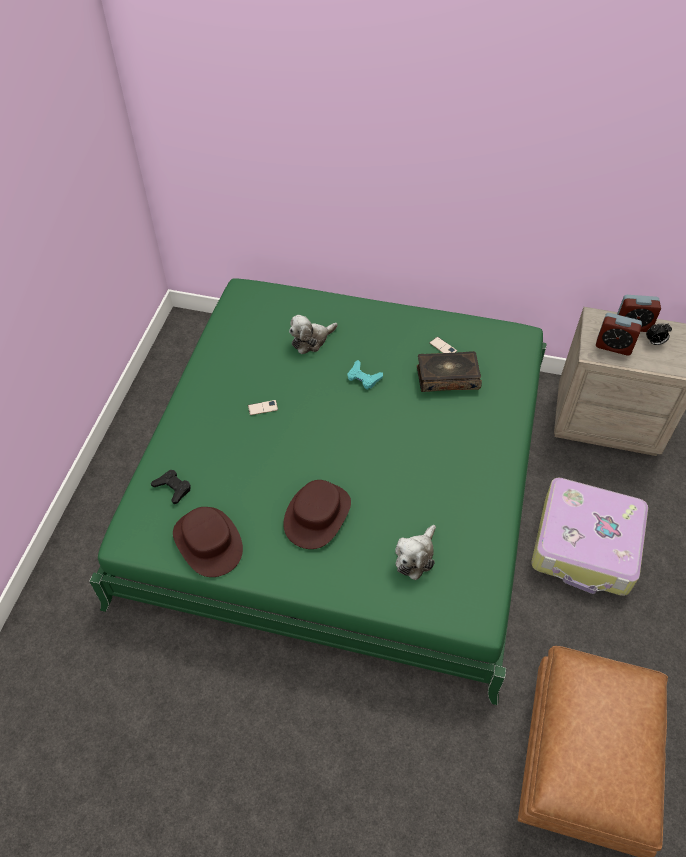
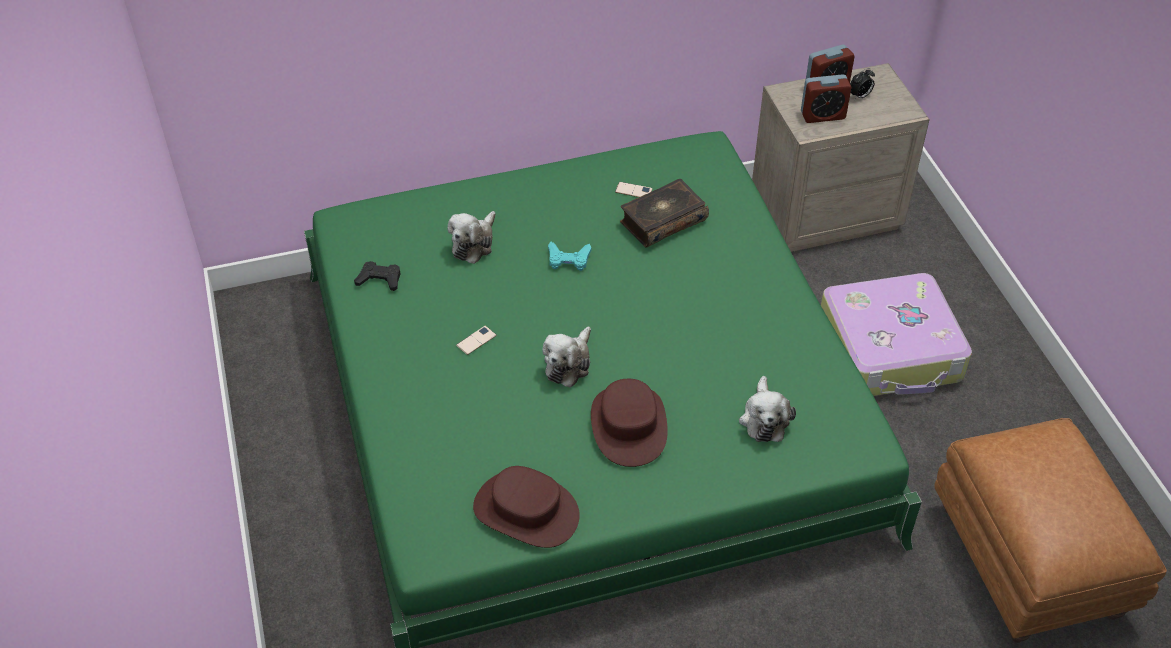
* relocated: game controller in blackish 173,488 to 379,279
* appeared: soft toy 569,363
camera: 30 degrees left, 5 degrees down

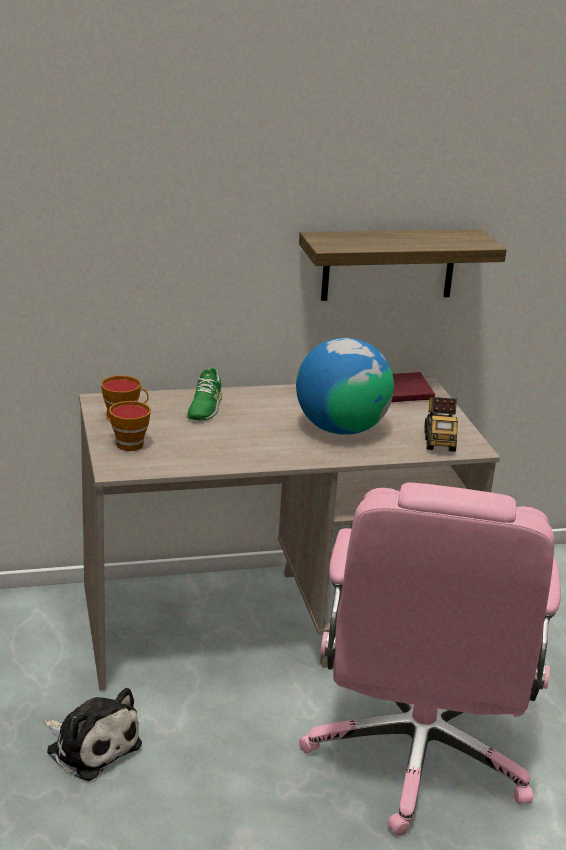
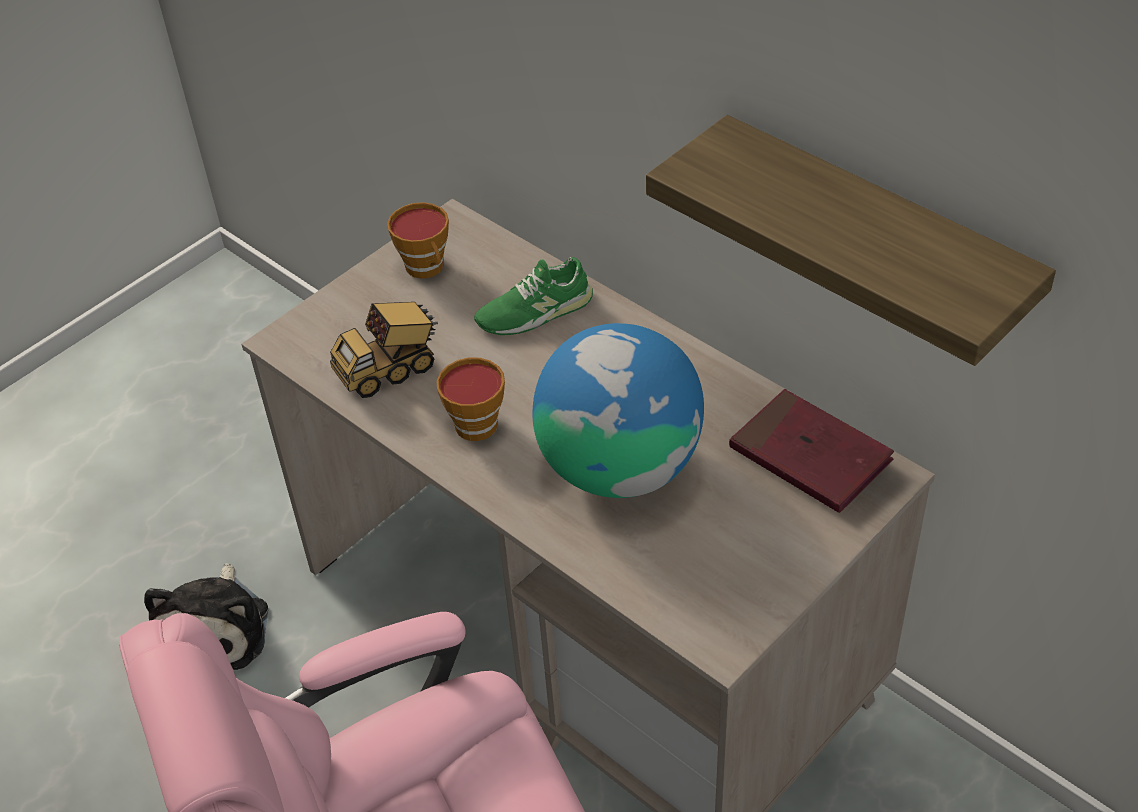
* relocated: toy truck 439,440 to 390,370
* relocated: drinking cup 126,444 to 475,421
camera: 60 degrees right, 20 degrees up

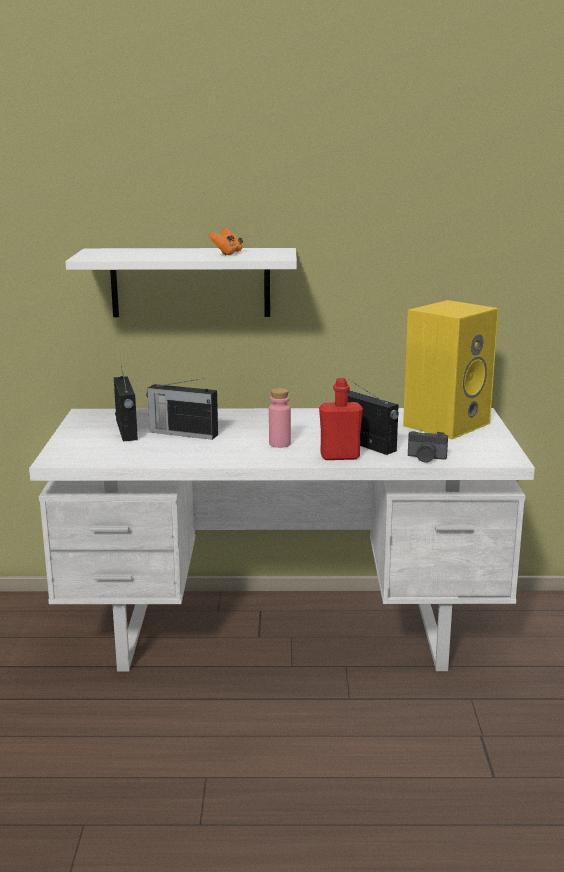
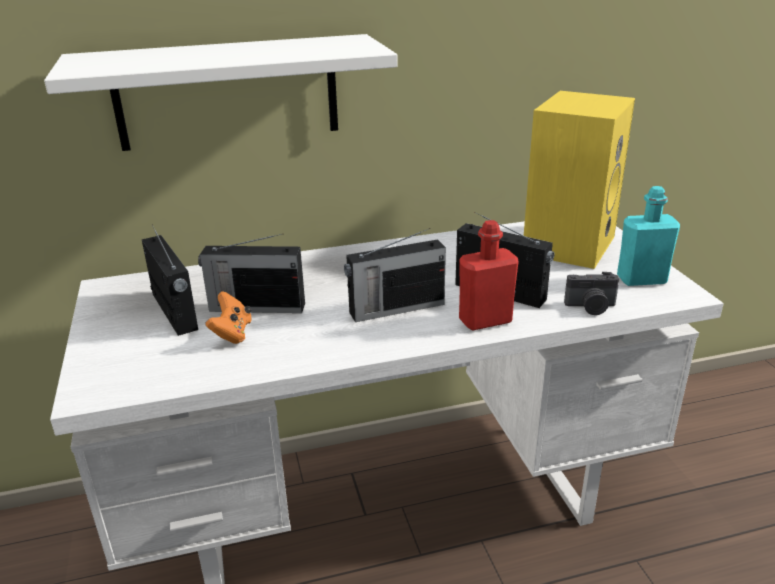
* relocated: game controller in orange 227,253 to 232,333
* exchanged: drink bottle in pink 279,444 to radio set 395,308
* appeared: drink bottle in blue-green 641,279
camera: 15 degrees left, 10 degrees up

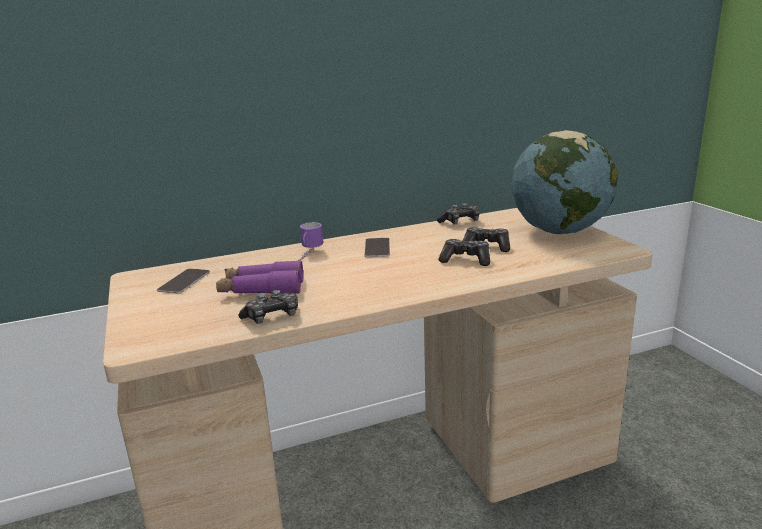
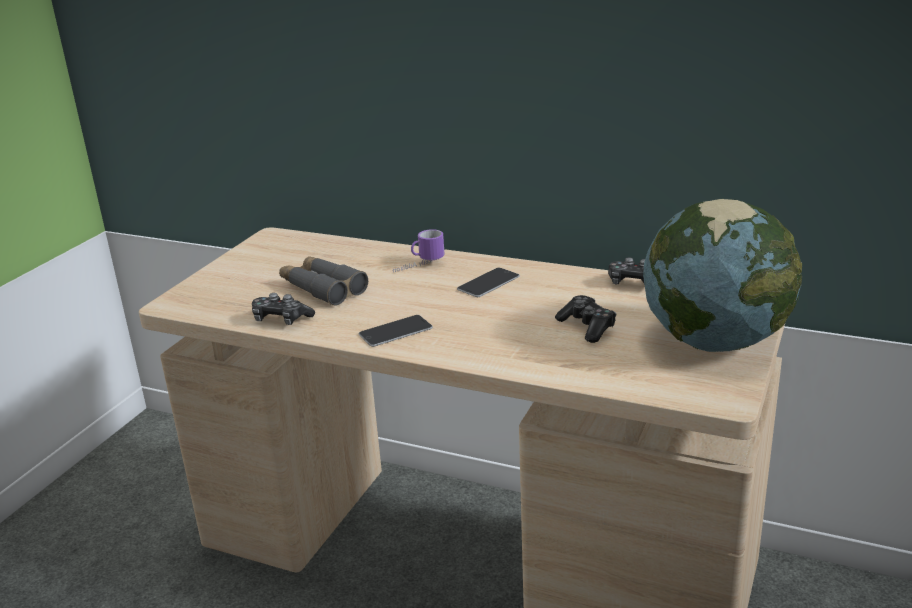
* colour: binoculars in purple-coloured 262,289 to binoculars in gray 323,288
* relocated: telephone 184,281 to 395,331
* missing: game controller 466,260
camera: 45 degrees right, 5 degrees up

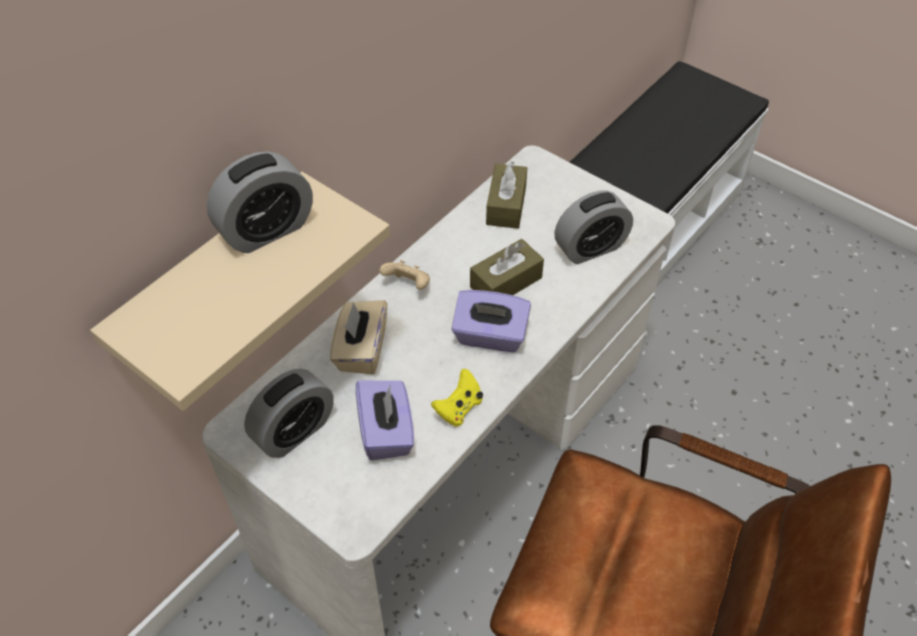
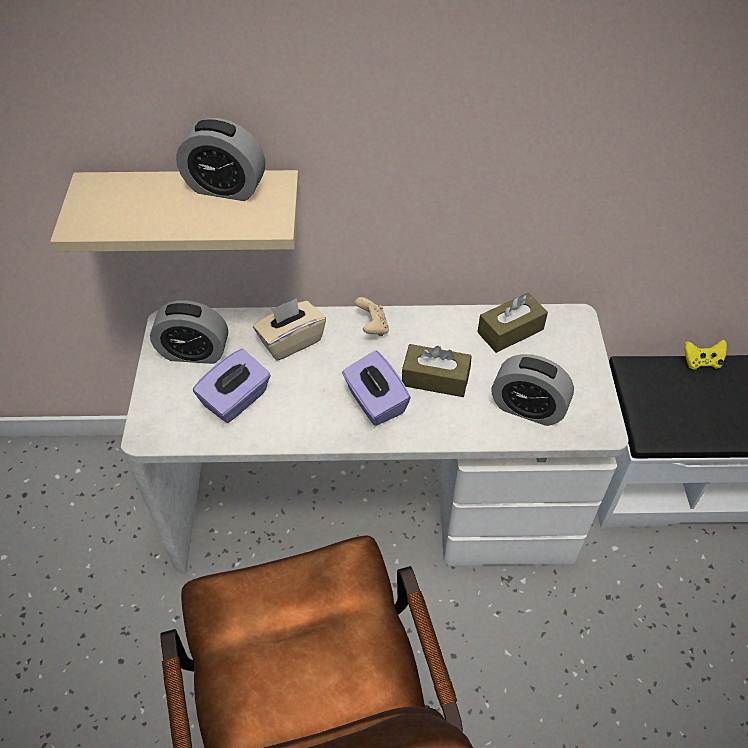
* relocated: game controller in yellowish 459,408 to 701,362
camera: 50 degrees right, 0 degrees up

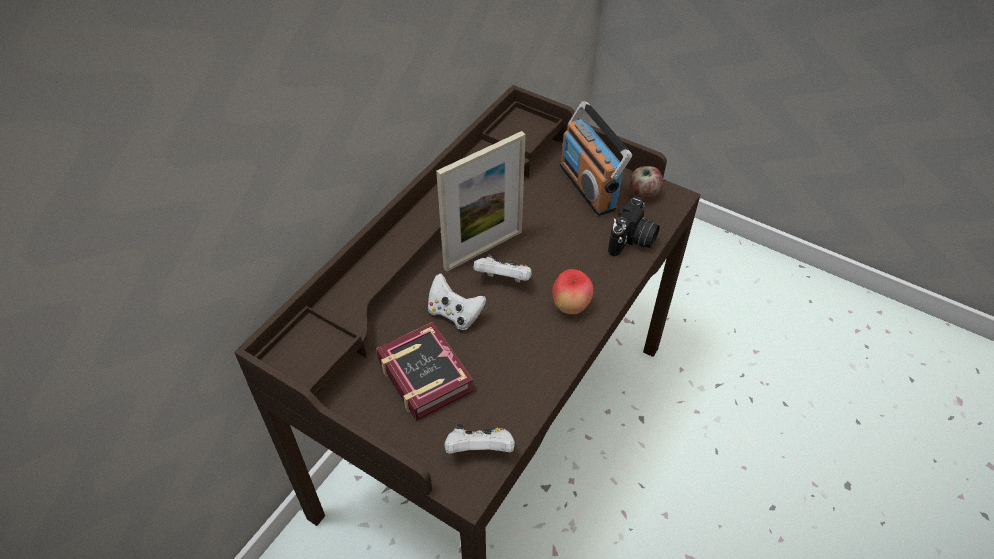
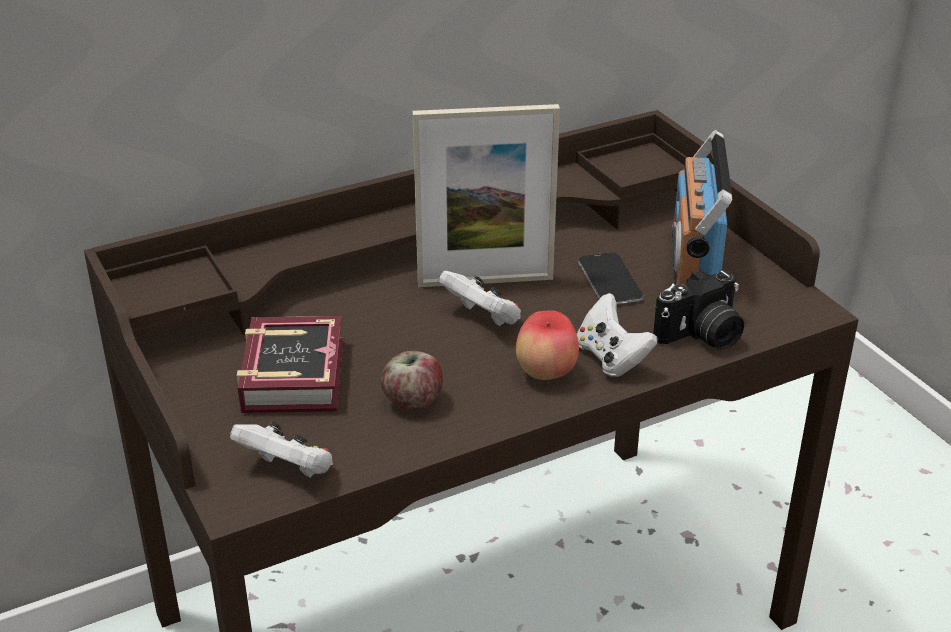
* relocated: apple fruit 643,193 to 413,401
* relocated: game controller in white-coloured 454,313 to 611,358
* appeared: telephone 609,281
camera: 30 degrees right, 15 degrees down

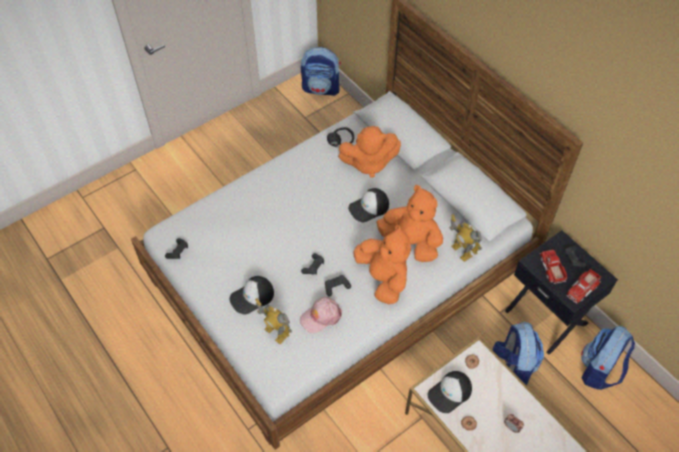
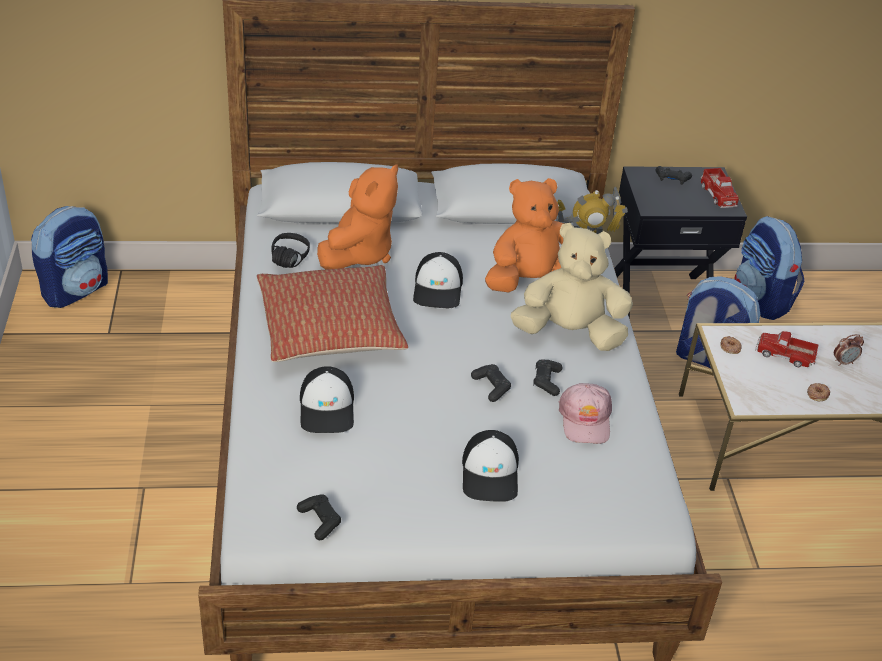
* appeared: pillow 330,329
* relocated: cap 450,393 to 327,408
* colour: soft toy in orange 383,278 to soft toy in sand-coloured 570,333
* relocated: toy truck 552,268 to 784,355
* missing: robot figure 275,333
camera: 60 degrees left, 15 degrees down

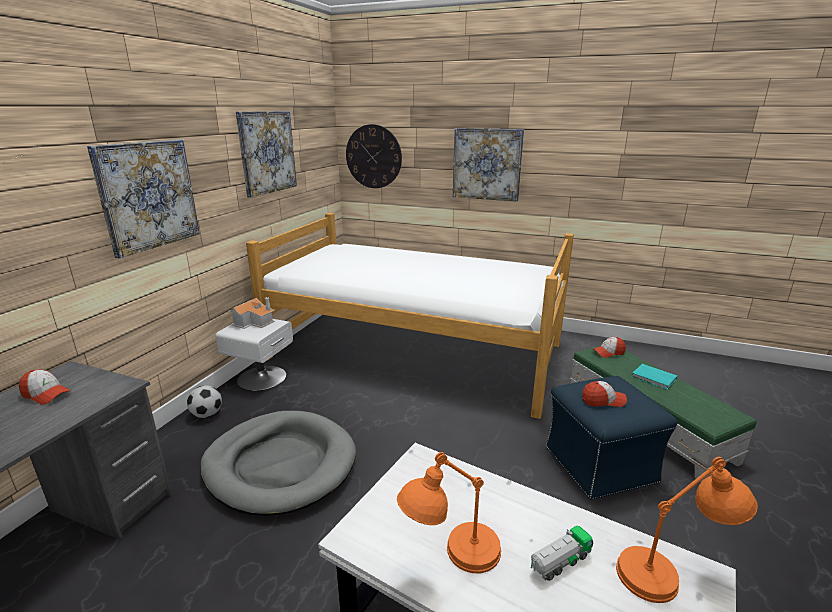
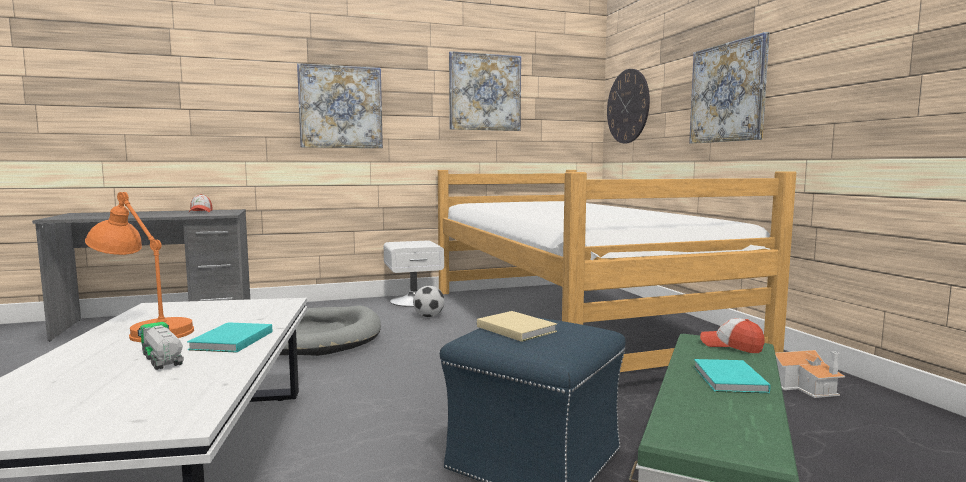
* spun: toy truck 559,562 = 162,359 150 degrees counterclockwise
* appeared: volume in blue-green 230,341
* relocated: football 207,414 to 429,316
* exchanged: cap 603,400 to volume in sand-coloured 515,328
* relocated: miniature house 254,322 to 803,386
* missing: table lamp in orange 671,572
camera: 50 degrees right, 15 degrees down

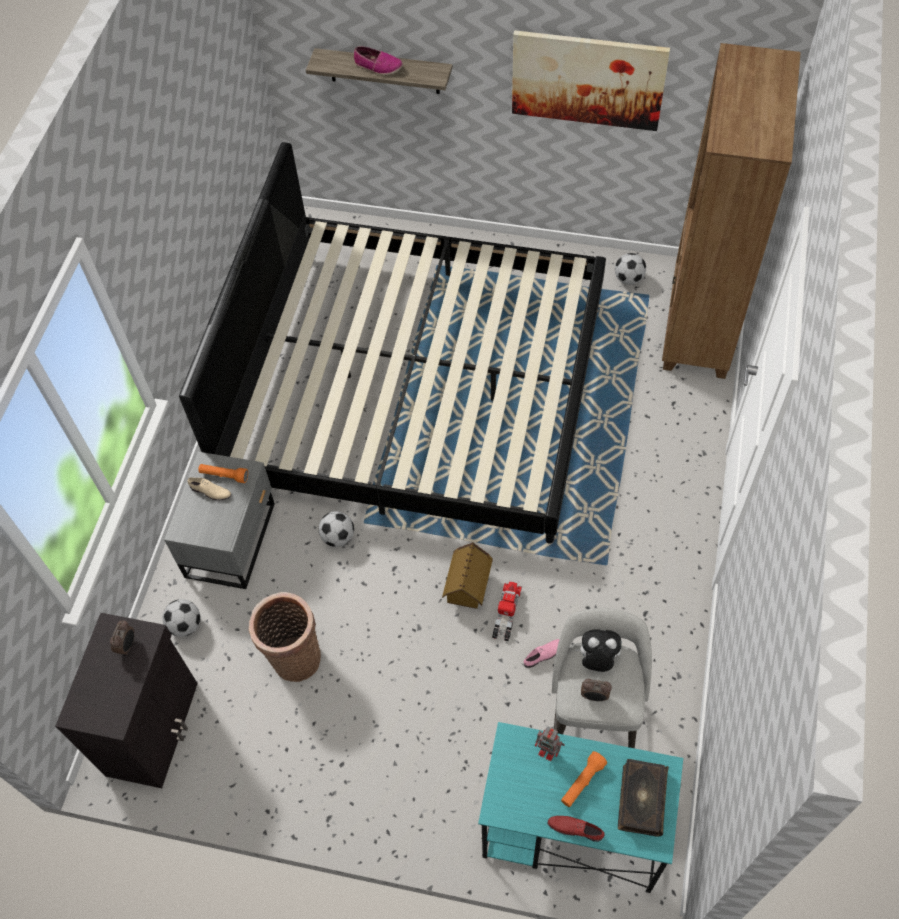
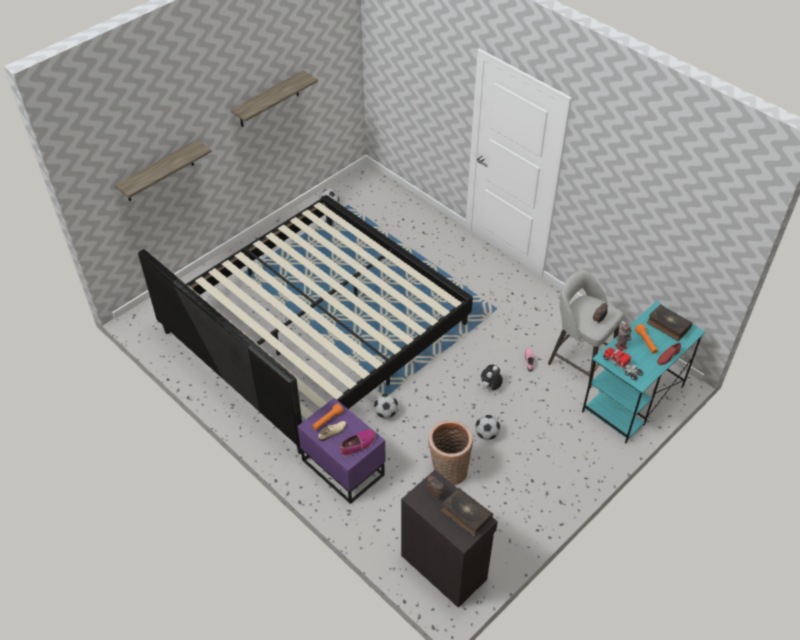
* exchanged: wall picture 588,80 to shelf 269,99
* colour: bedside table in gray 233,539 to bedside table in purple-coloured 343,466
* relocated: low shoe 378,66 to 358,445
* appeared: volume 466,515
* relocated: football 185,625 to 486,434
* relocated: soft toy 597,660 to 490,387
* relocated: toy truck 506,613 to 622,366
* missing: miniature house 467,587
* missing: bookcase in brown 698,325
camera: 60 degrees left, 10 degrees down

